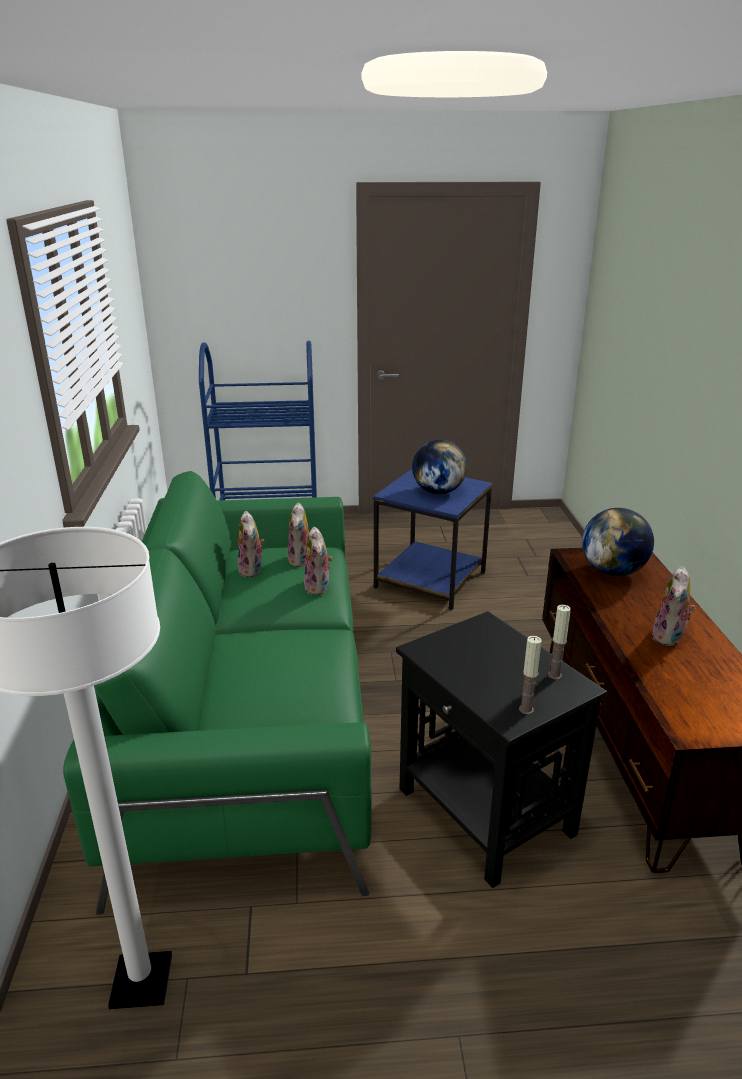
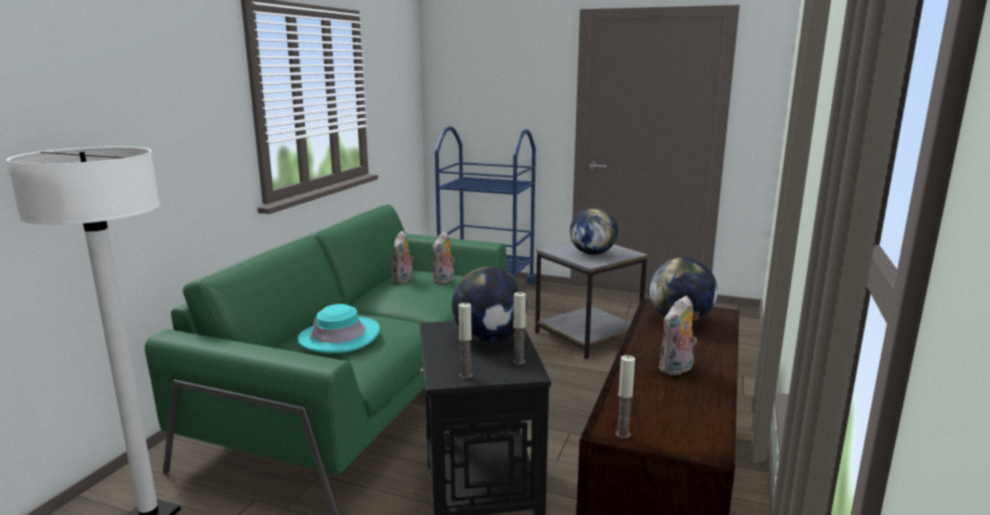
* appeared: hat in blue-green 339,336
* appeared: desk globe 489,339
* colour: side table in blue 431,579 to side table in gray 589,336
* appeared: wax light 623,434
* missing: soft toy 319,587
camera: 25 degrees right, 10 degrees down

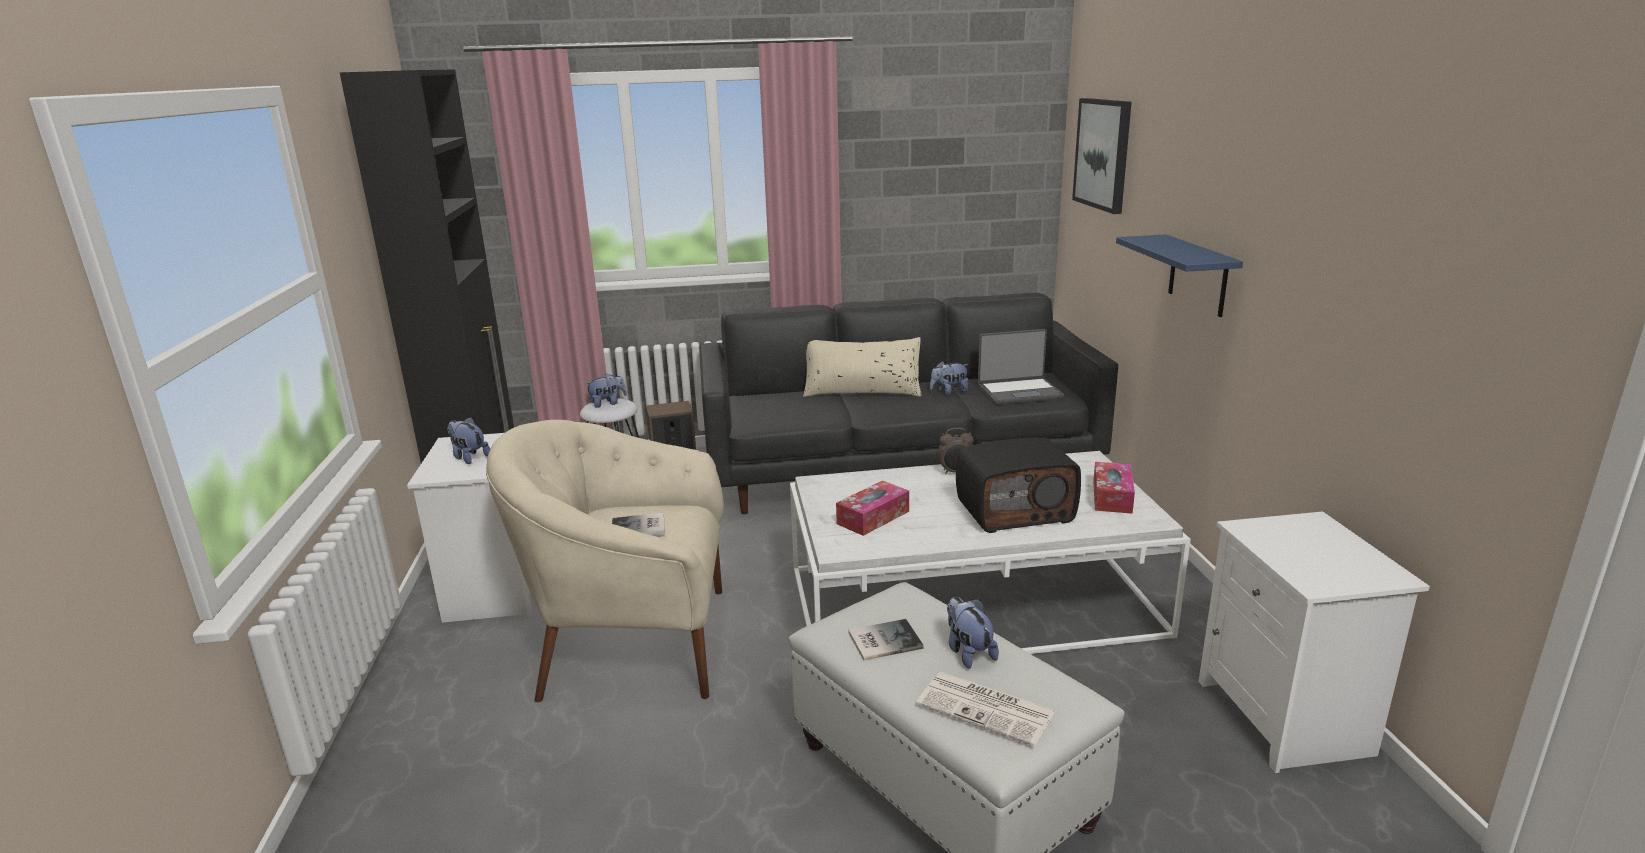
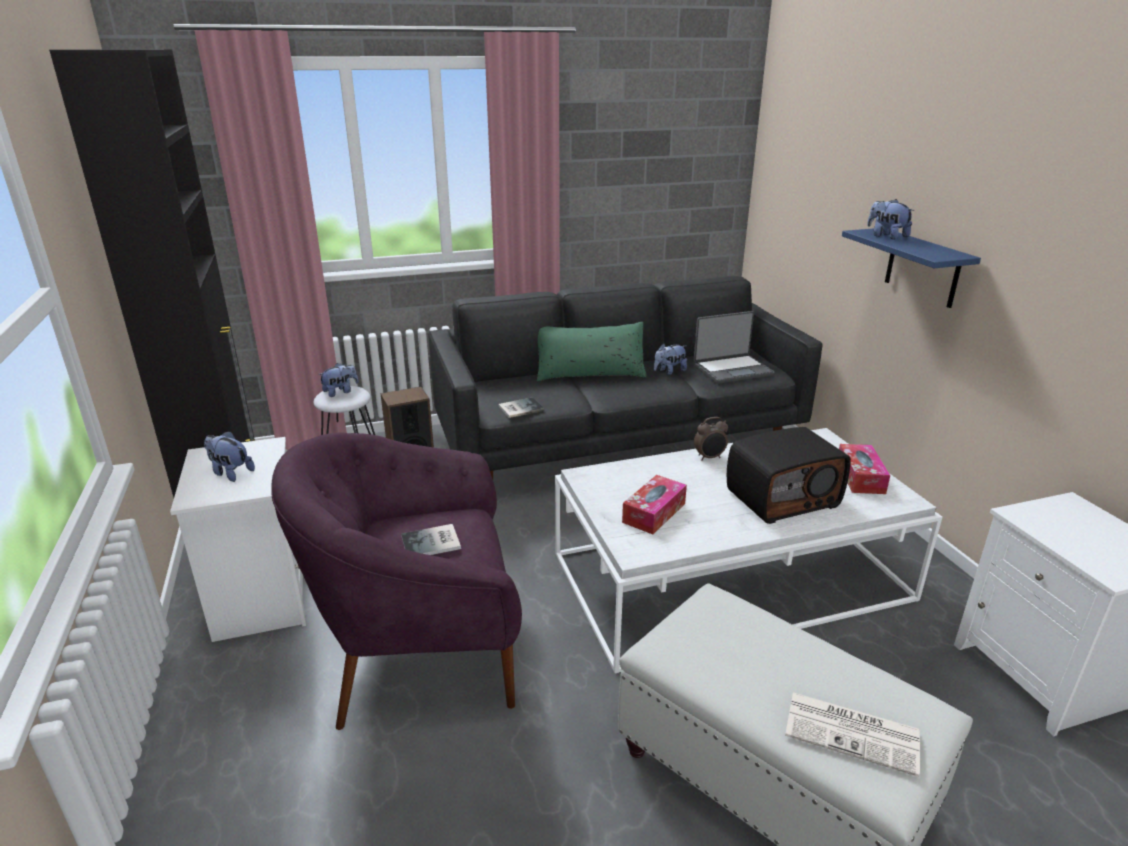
* colour: armchair in sand-coloured 634,643 to armchair in purple-coloured 421,649
* relocated: volume 882,640 to 519,408
* colour: pillow in sand-coloured 862,392 to pillow in greenish 590,374
* relocated: soft toy 968,652 to 886,236
* missing: wall picture 1103,154
camera: 10 degrees left, 5 degrees up

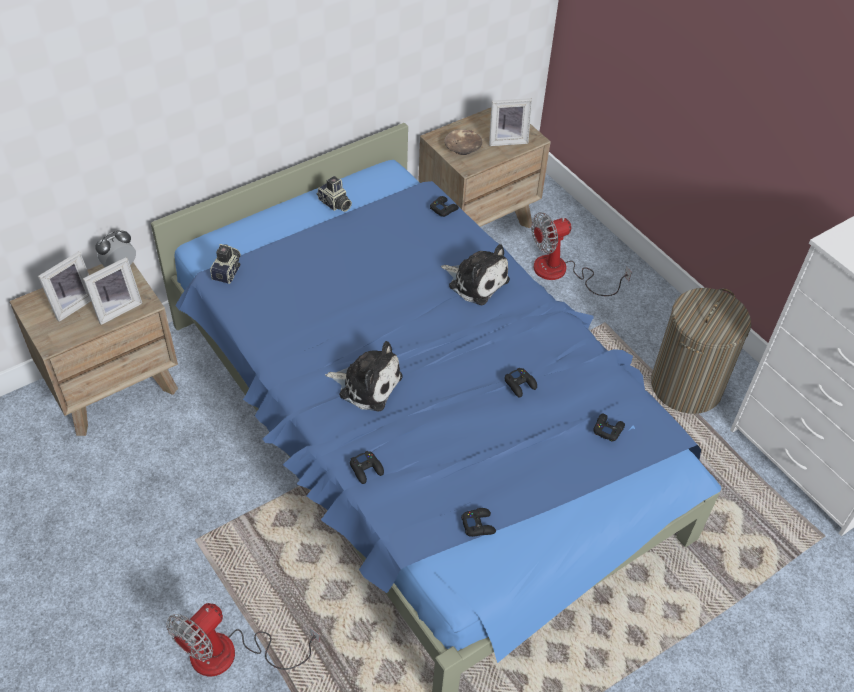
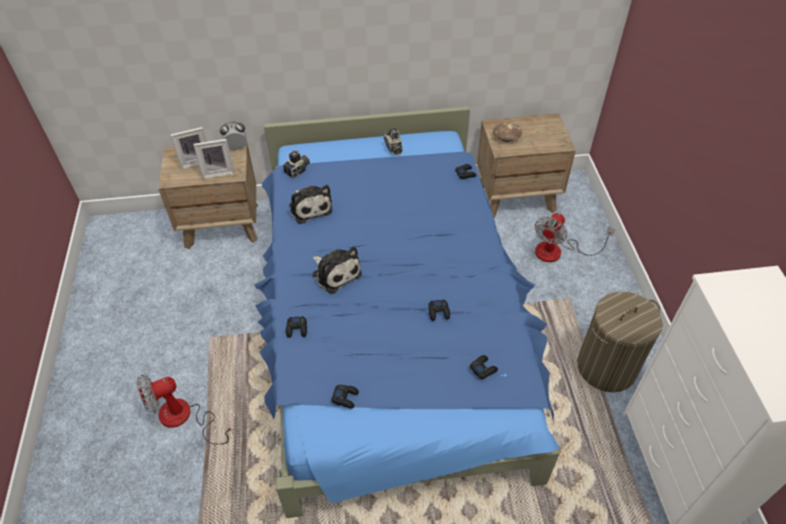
* relocated: soft toy 476,281 to 310,207
* spun: cooling fan 561,272 = 557,251 60 degrees counterclockwise
* missing: standing frame 507,139
camera: 30 degrees right, 0 degrees up

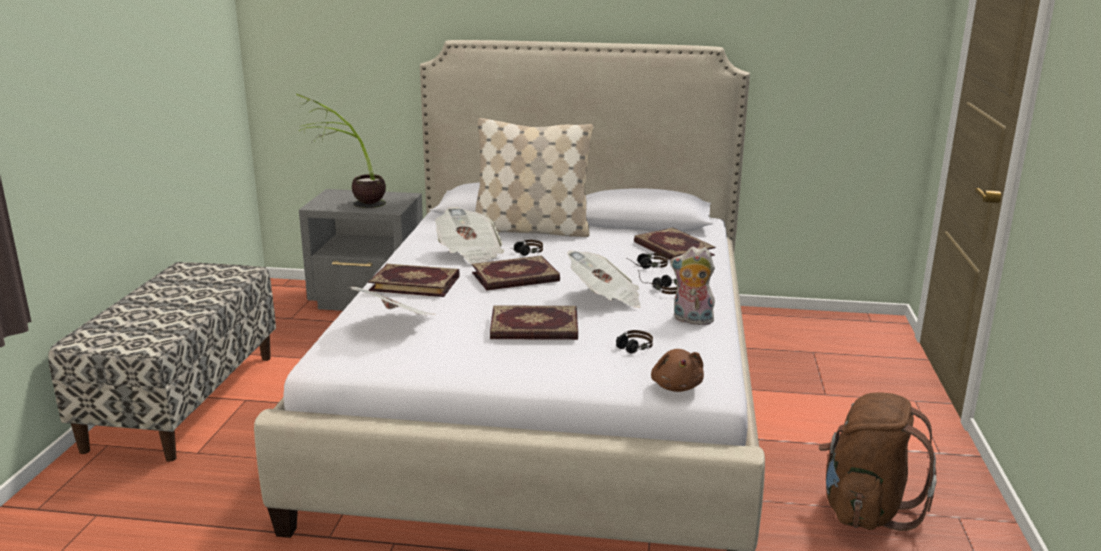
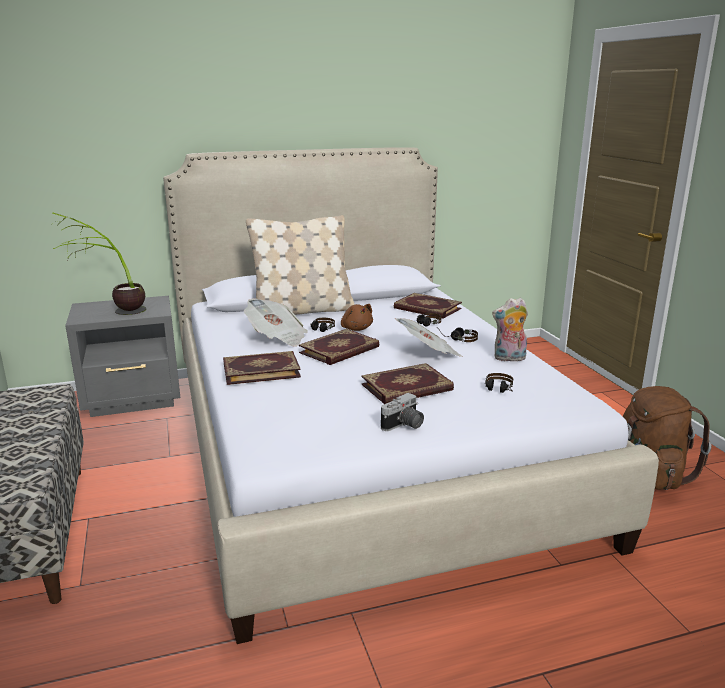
* relocated: soft toy in brown 676,386 to 356,329
* appeared: still camera 404,426
* missing: printed paper 394,322
camera: 25 degrees left, 0 degrees up

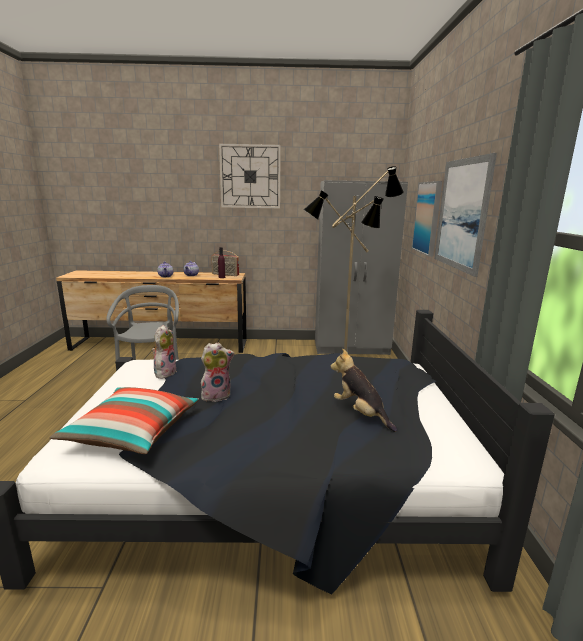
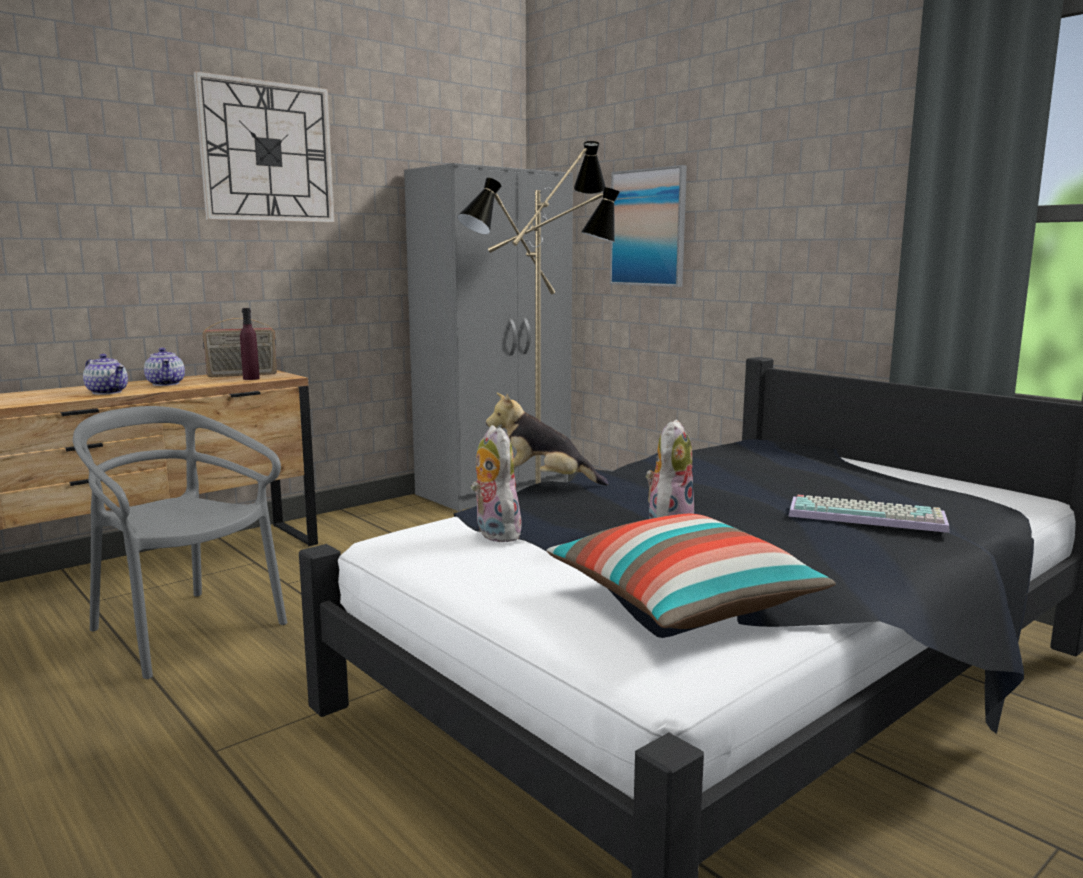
* relocated: soft toy 360,413 to 544,482
* appeared: PC keyboard 868,516
* missing: wall picture 462,214
camera: 40 degrees left, 5 degrees down

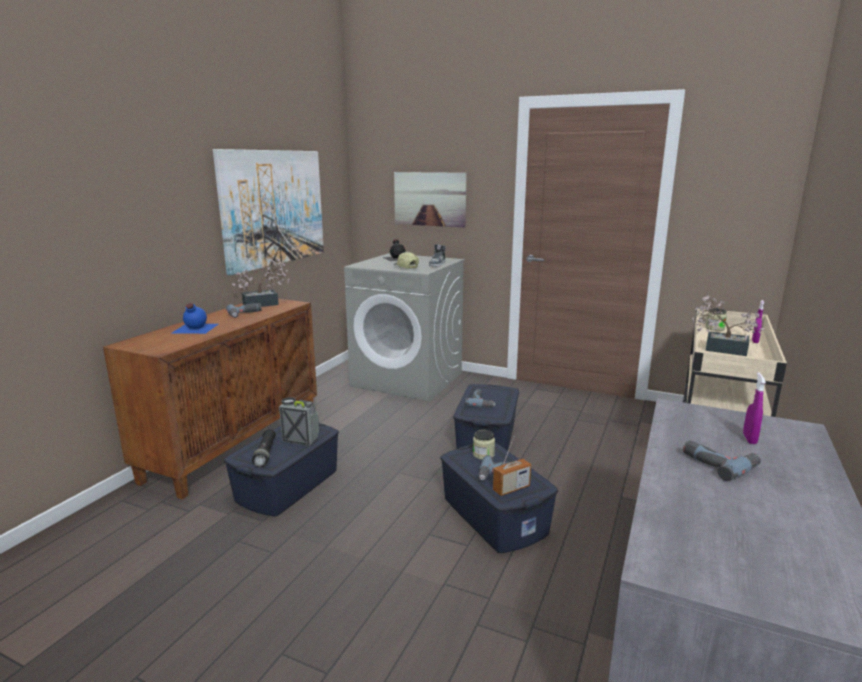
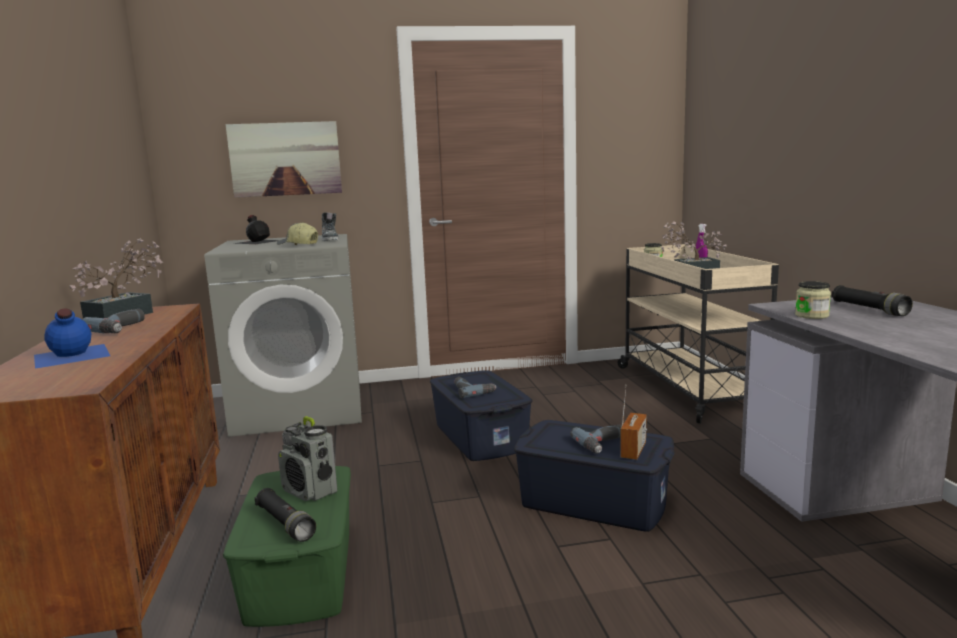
* colour: storage box in blue 287,485 to storage box in greenish 300,573
* spun: radio set 300,439 = 310,491 120 degrees counterclockwise
* relocated: preserve jar 483,454 to 811,315
* exchanged: spray bottle in purple-coloured 749,439 to hand torch in blackish 869,309
* missing: wall picture 273,208
* missing: power drill 719,463
camera: 35 degrees left, 5 degrees down

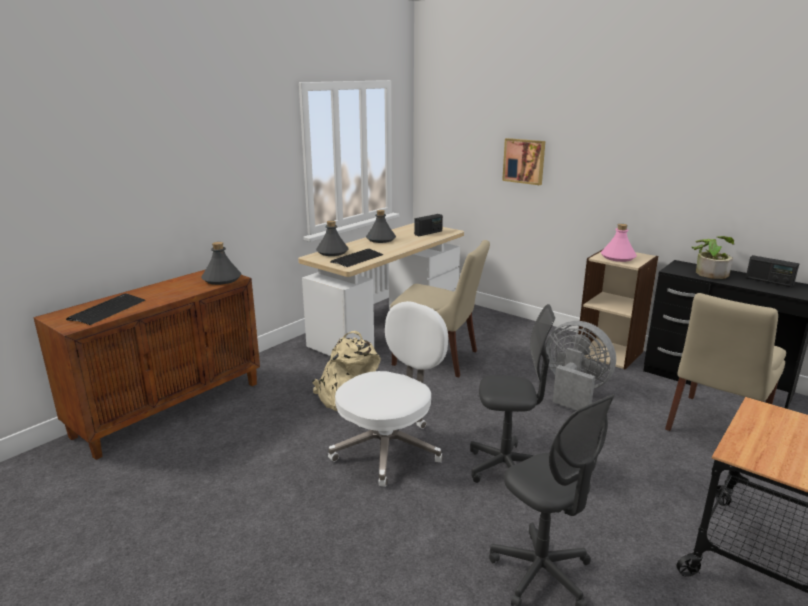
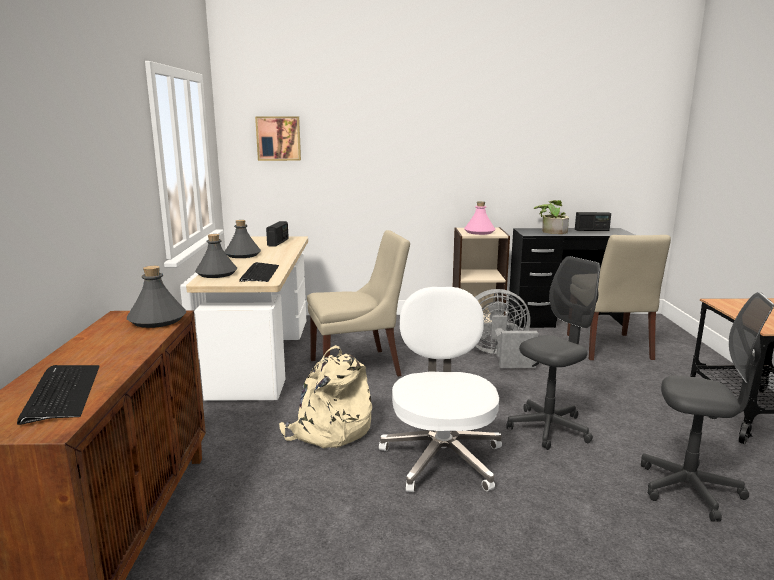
* relocated: wall picture 524,161 to 278,138
camera: 40 degrees left, 5 degrees down

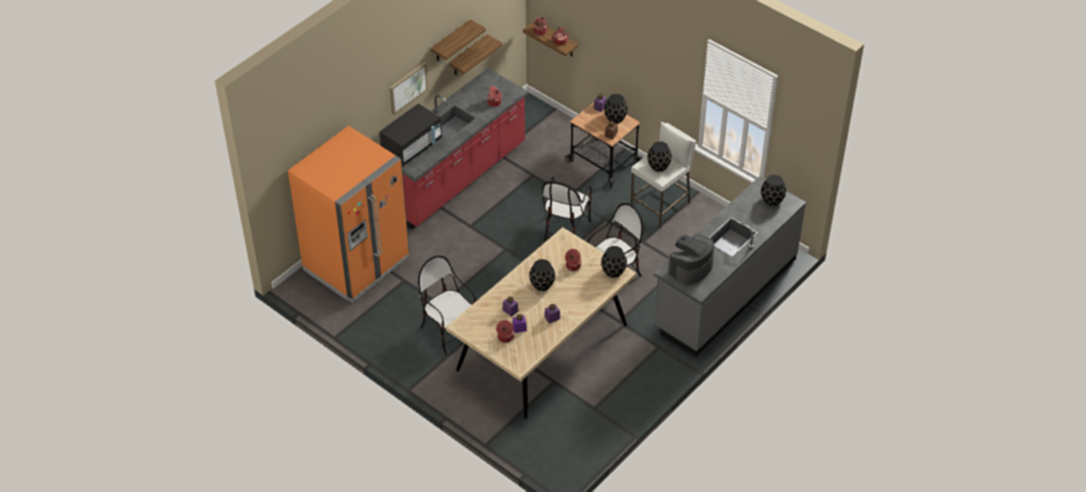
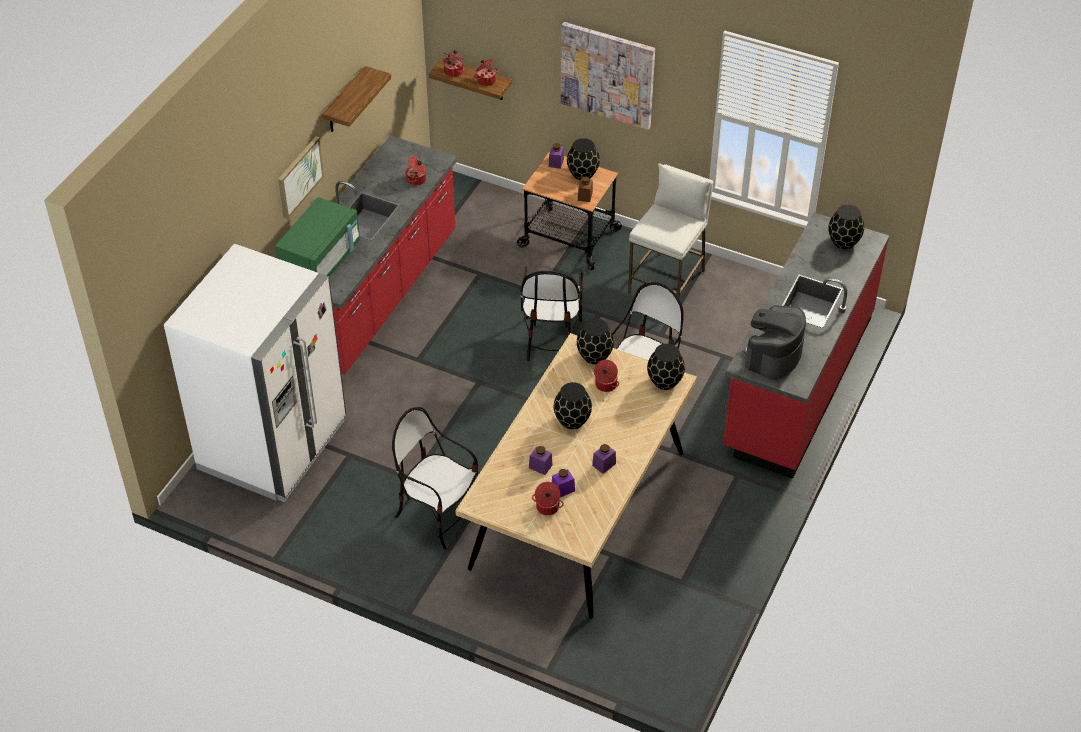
* colour: fridge in orange 356,264 to fridge in white-coloured 273,445
* colour: microwave oven in blackish 412,147 to microwave oven in greenish 321,261
* appeared: wall picture 607,74
* relocated: vase in blackish 658,166 to 594,356
* colour: kitchen counter in gray 724,293 to kitchen counter in red 797,382
* missing: shelf 468,56
camera: 15 degrees left, 0 degrees up

